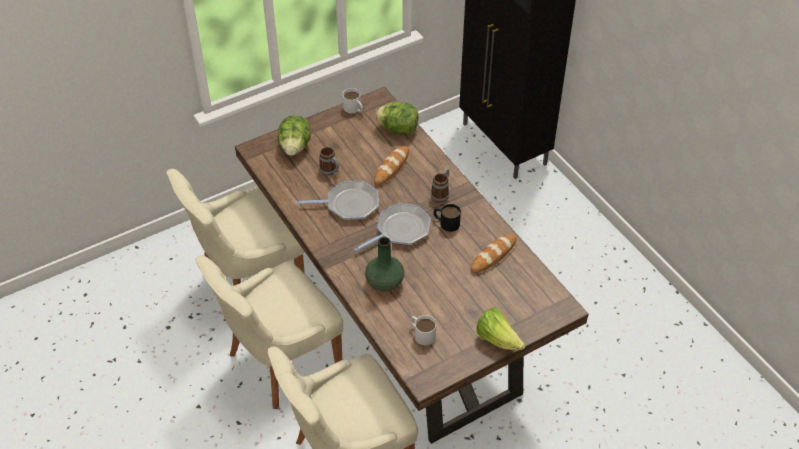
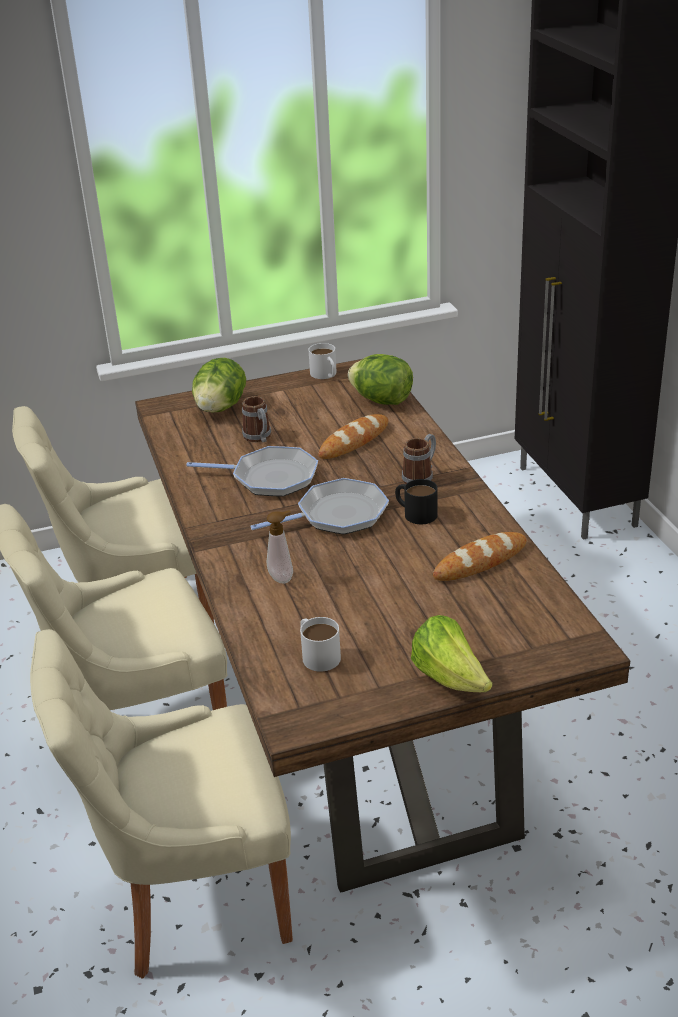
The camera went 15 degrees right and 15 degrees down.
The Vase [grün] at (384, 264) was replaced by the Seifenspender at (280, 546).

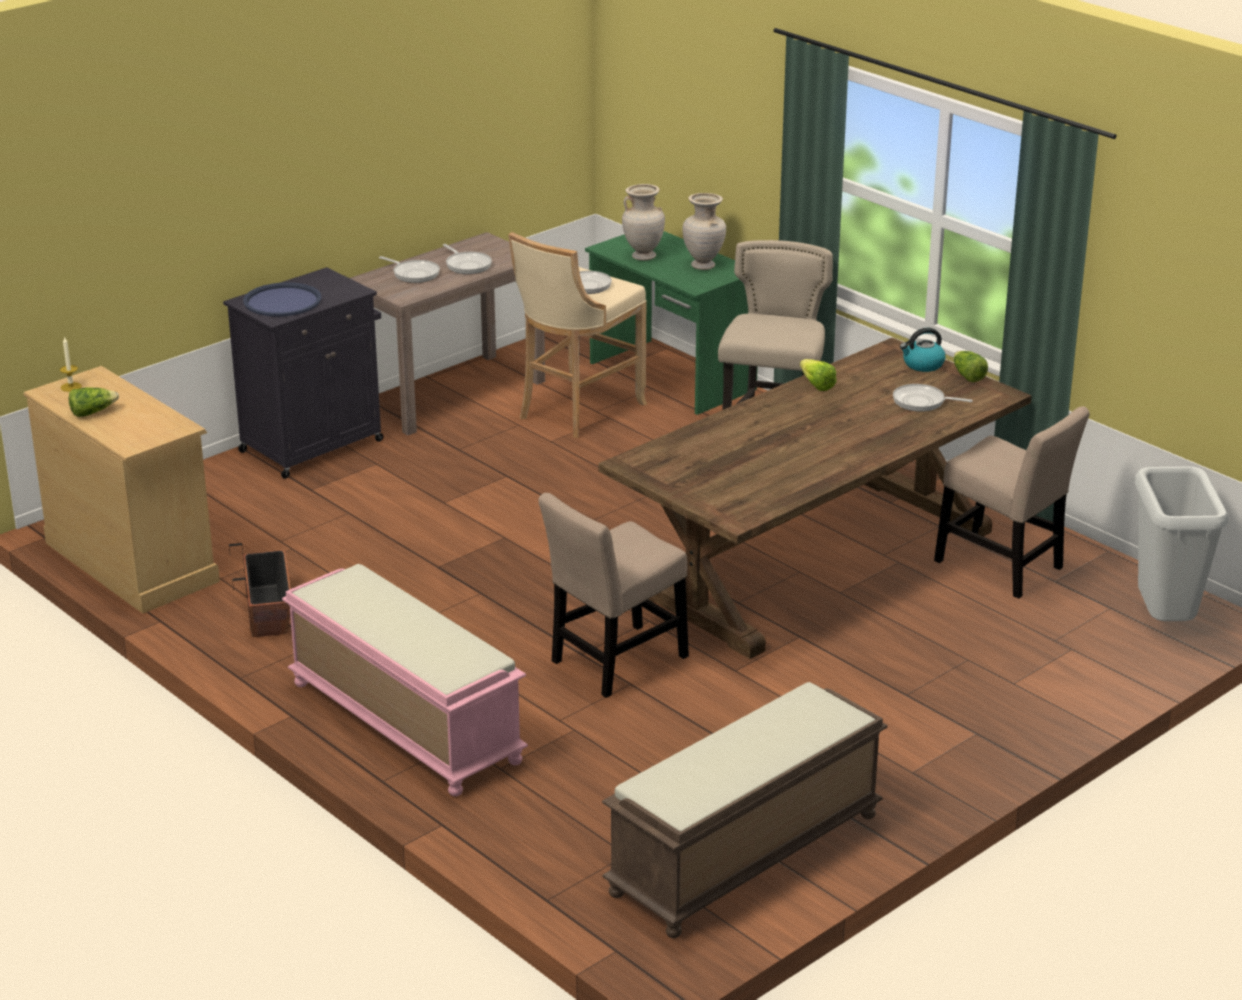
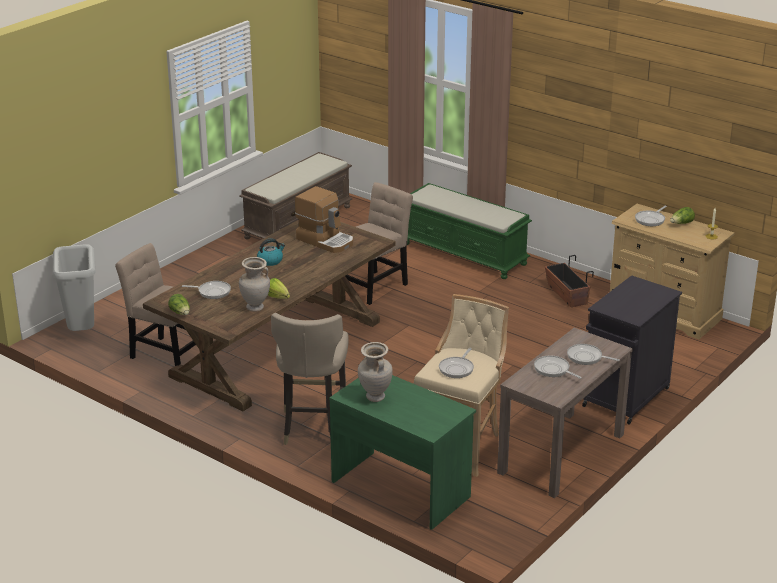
The camera went 170 degrees right and 0 degrees up.
The Vase [beige] moved from (643, 222) to (254, 284).
The Wasserkessel moved from (922, 350) to (271, 252).
The Kaffeemaschine at (324, 219) appeared.
The Bank [rosa] at (405, 680) became the Bank [grün] at (469, 231).
The Pfanne at (651, 216) appeared.
The Tablett [blau] at (282, 299) disappeared.

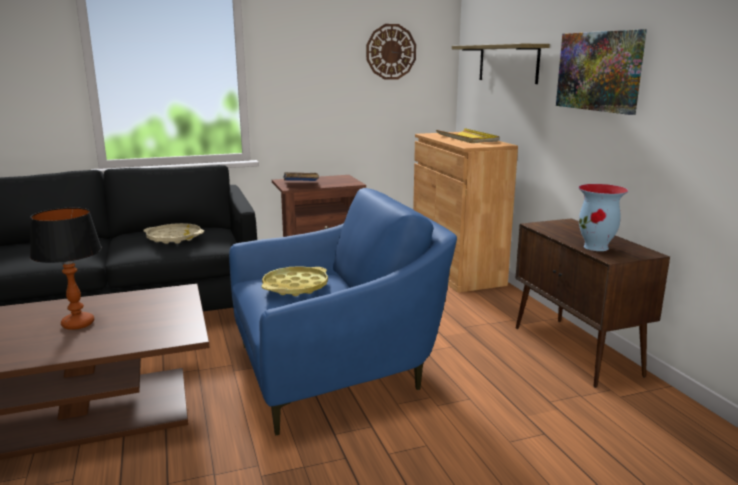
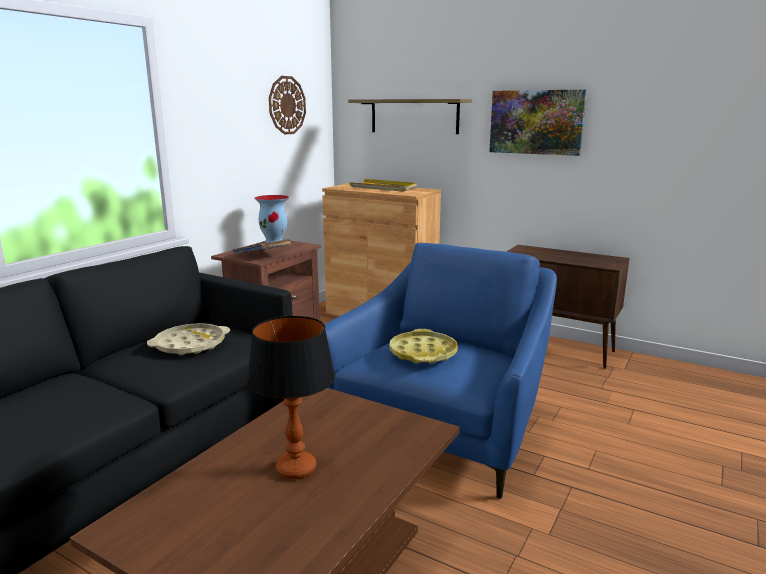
The camera went 40 degrees left and 0 degrees up.
The Vase moved from (603, 217) to (271, 219).

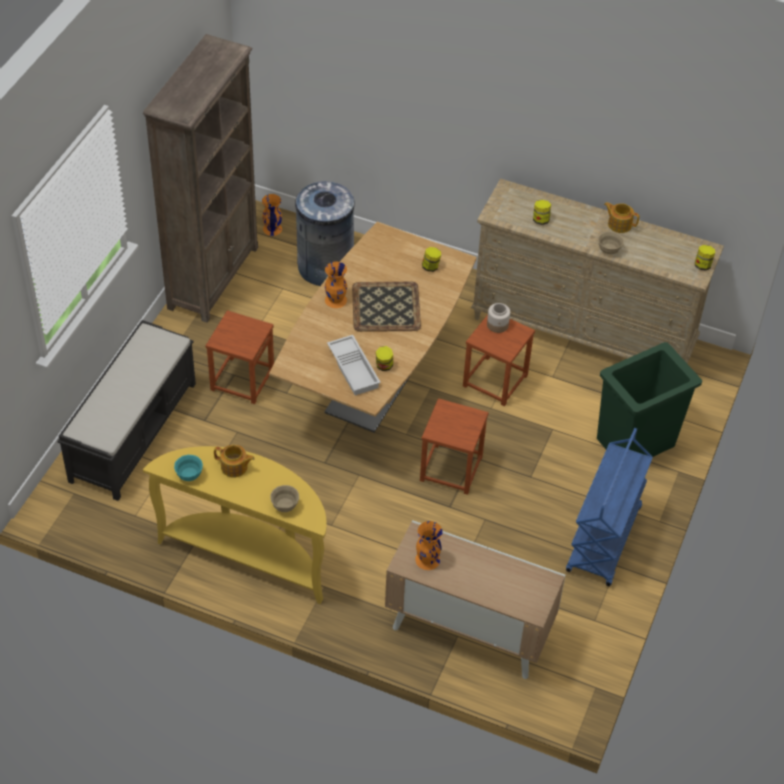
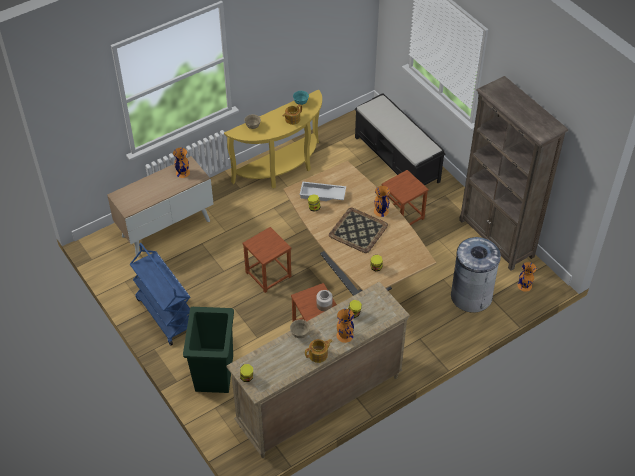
The camera went 125 degrees right and 0 degrees up.
The Vase [orange] at (345, 326) appeared.

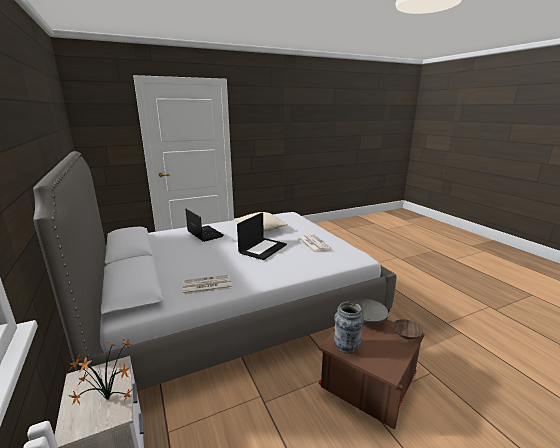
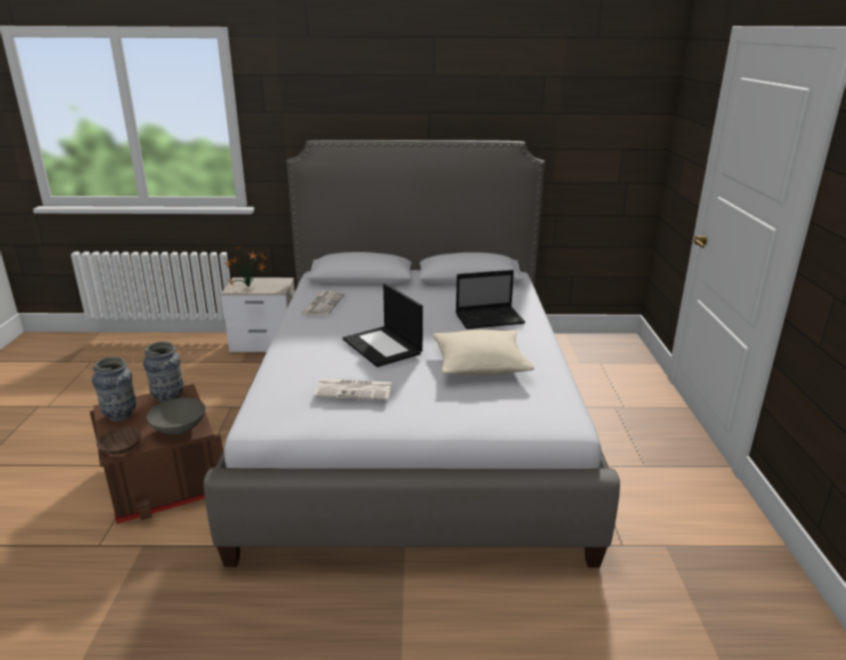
The camera went 115 degrees right and 5 degrees up.
The Vase at (114, 389) appeared.

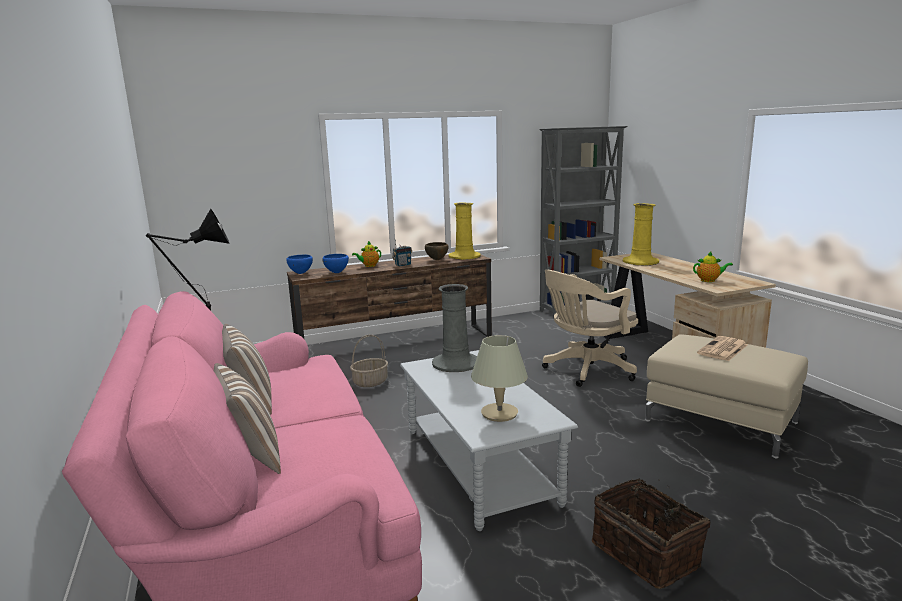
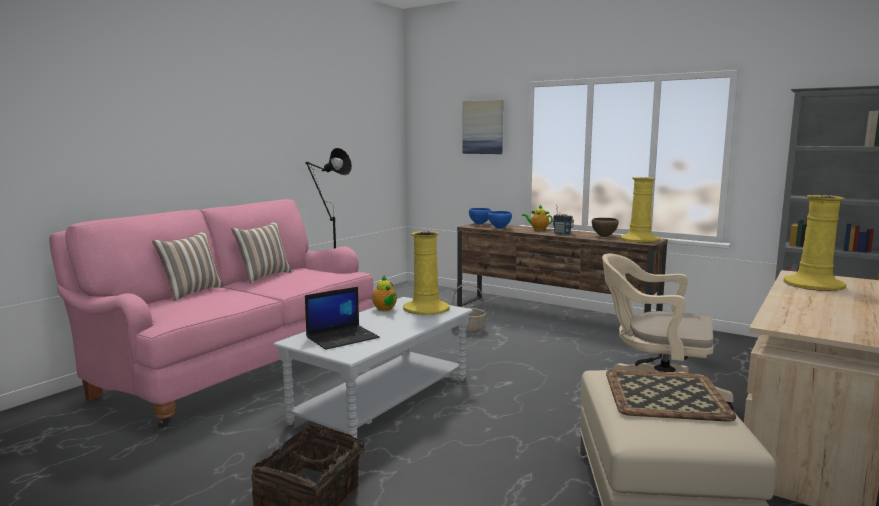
The camera went 55 degrees right and 5 degrees down.
The Tischlampe [beige] at (499, 378) was replaced by the Laptop at (342, 318).
The Teekanne moved from (713, 266) to (384, 293).
The Vase [grau] at (454, 328) became the Vase [gelb] at (426, 273).
The Bild at (482, 127) appeared.
The Zeitung at (722, 348) was replaced by the Tablett at (671, 396).

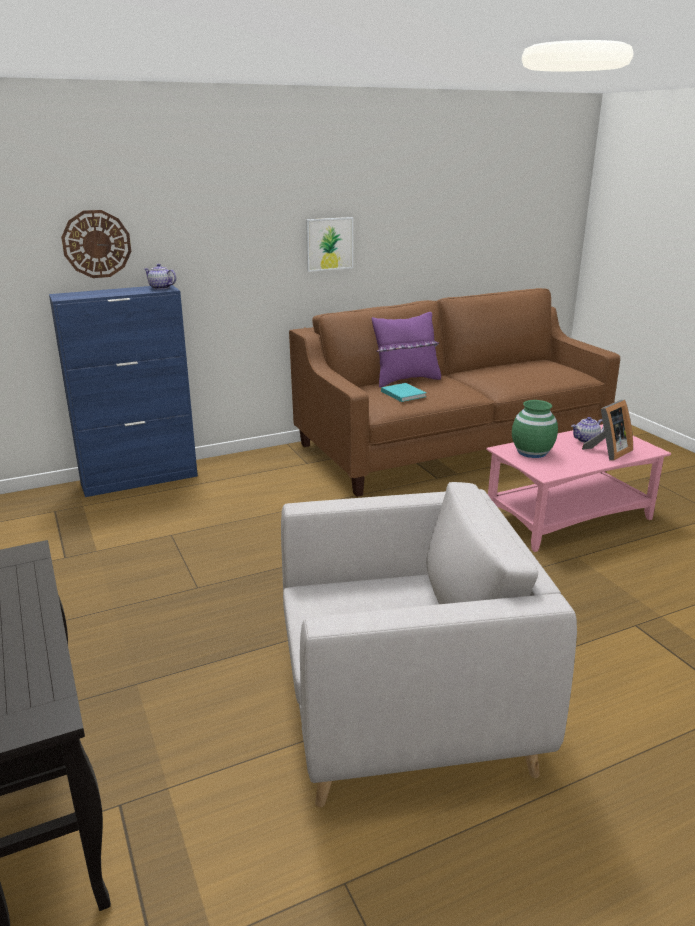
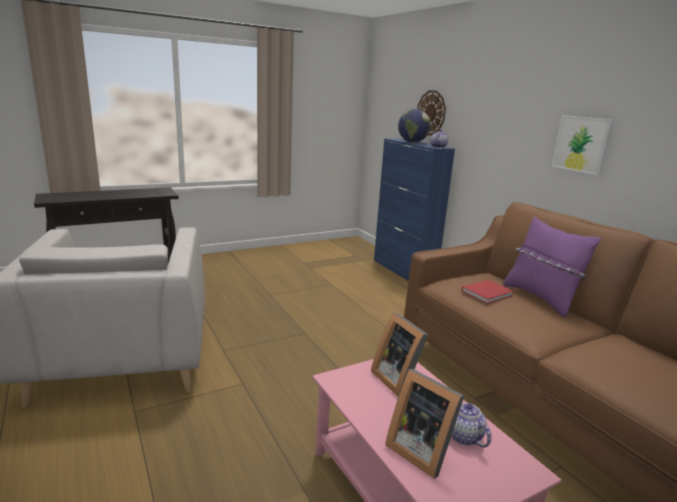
The camera went 85 degrees right and 5 degrees down.
The Vase [grün] at (535, 429) was replaced by the Bilderrahmen at (399, 355).
The Globus at (414, 125) appeared.
The Buch [türkis] at (403, 392) became the Buch [rot] at (487, 292).

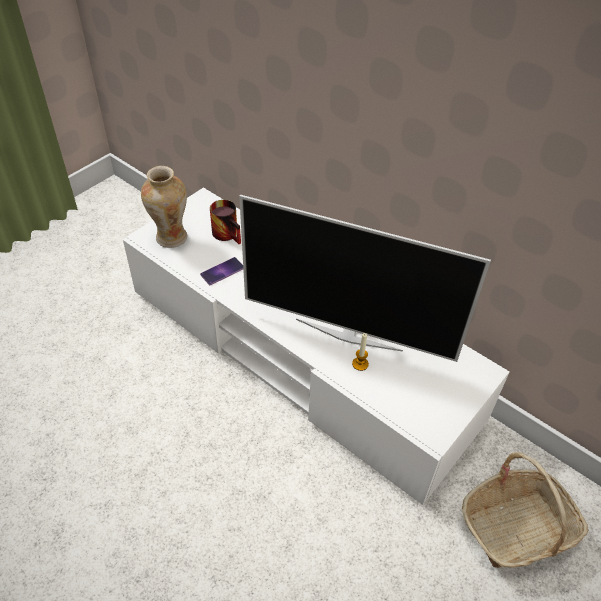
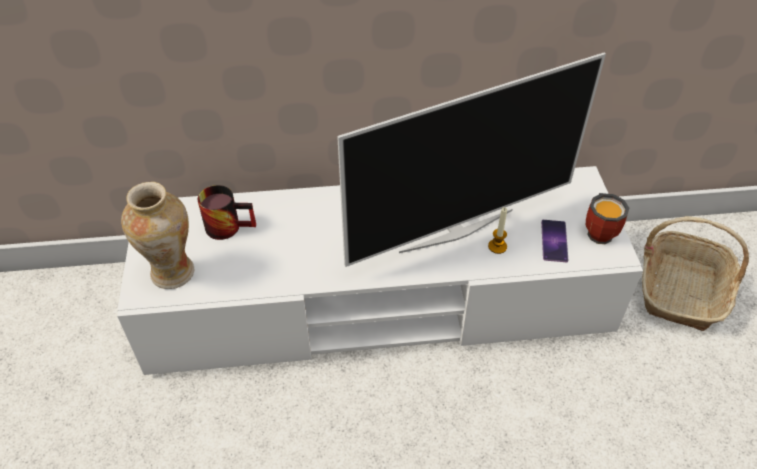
The camera went 45 degrees left and 0 degrees up.
The Handy moved from (221, 271) to (554, 241).
The Henkelbecher at (607, 218) appeared.

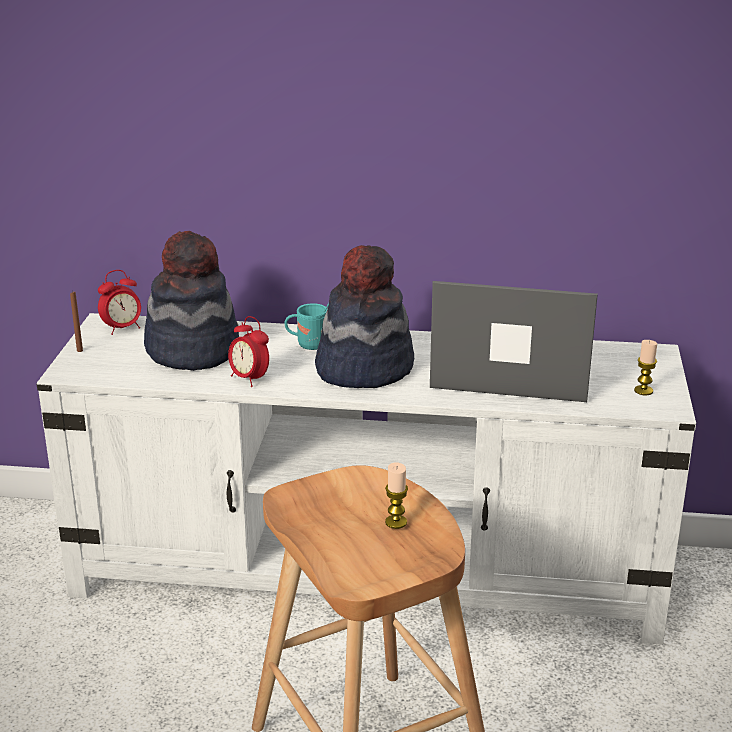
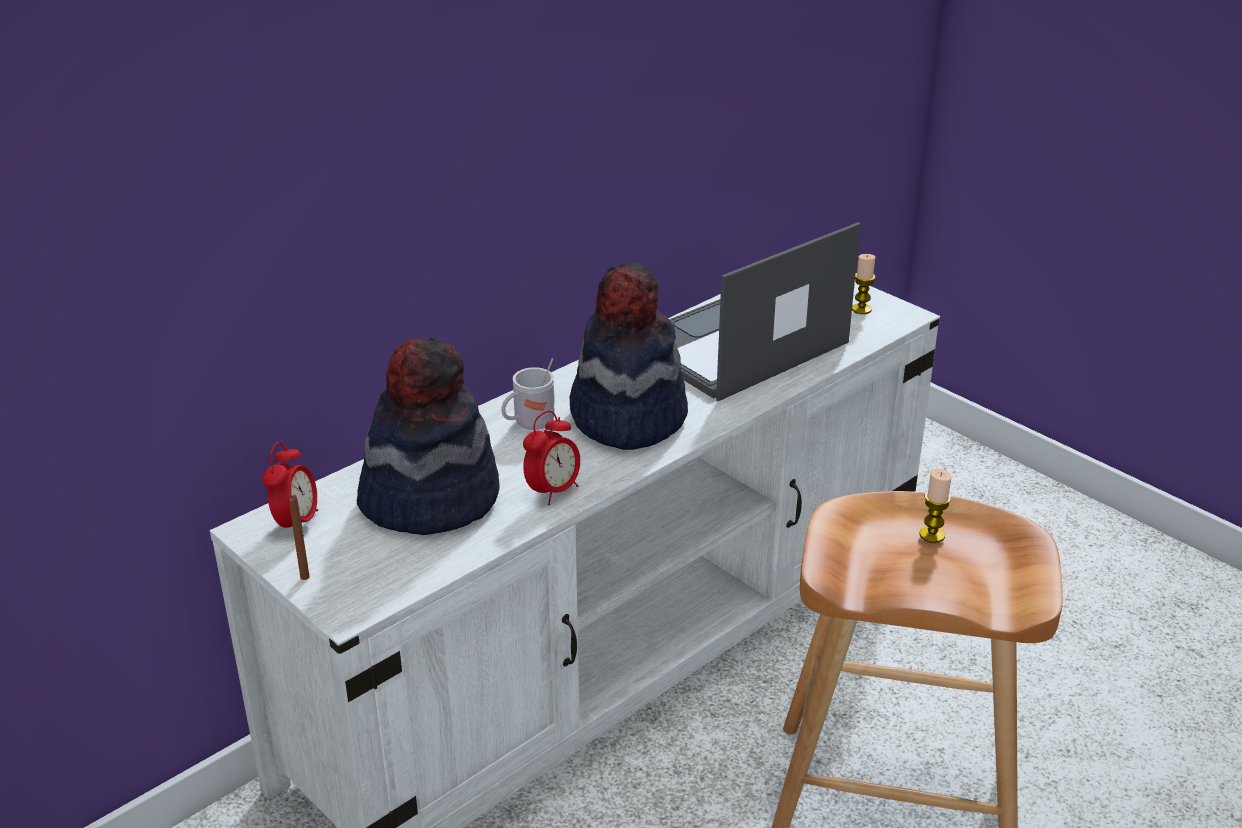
The camera went 50 degrees left and 5 degrees up.
The Henkelbecher [türkis] at (307, 326) became the Henkelbecher [weiß] at (528, 394).
The Wecker at (248, 351) turned 45 degrees counterclockwise.

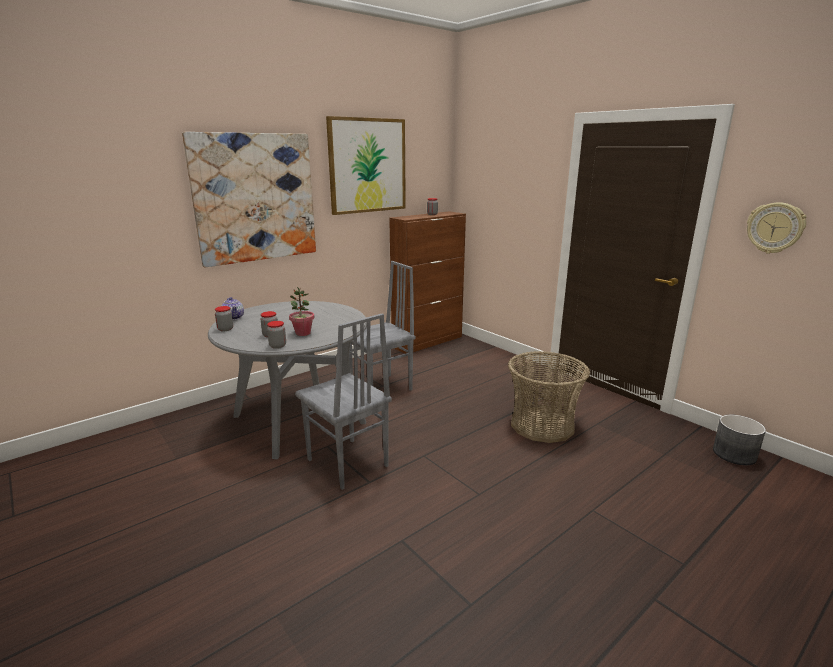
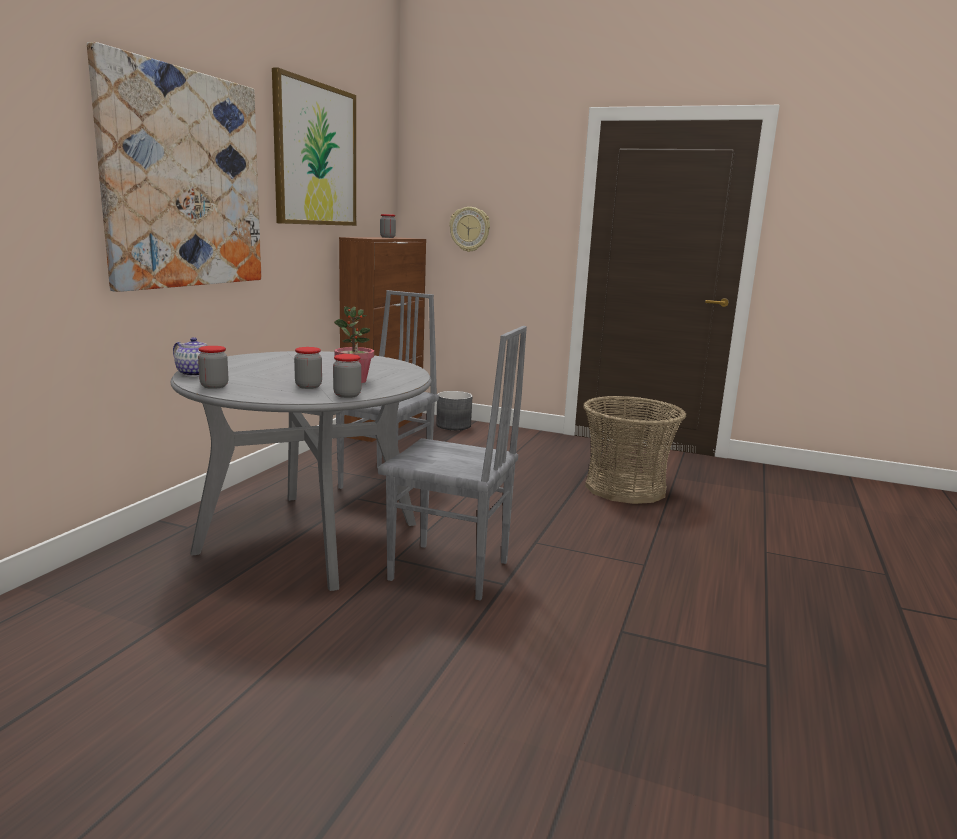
The camera went 30 degrees left and 5 degrees down.
The Pflanzkübel [grau] moved from (739, 440) to (454, 410).
The Wanduhr moved from (776, 228) to (469, 229).

